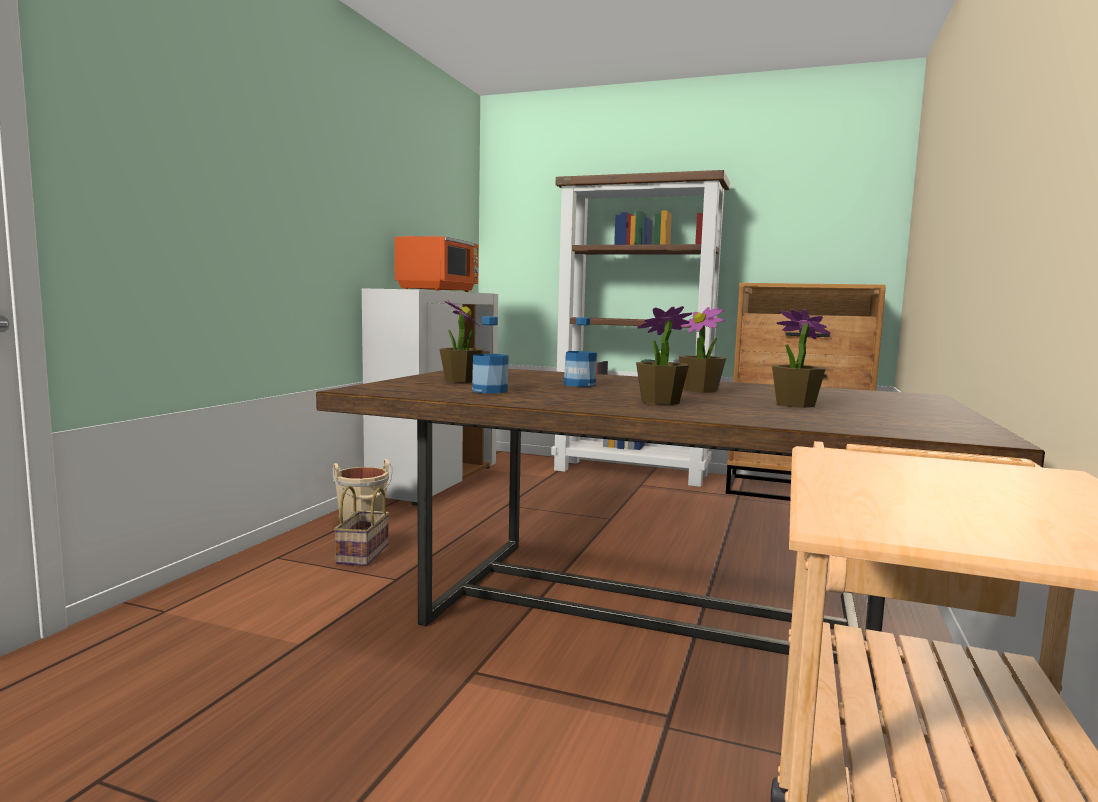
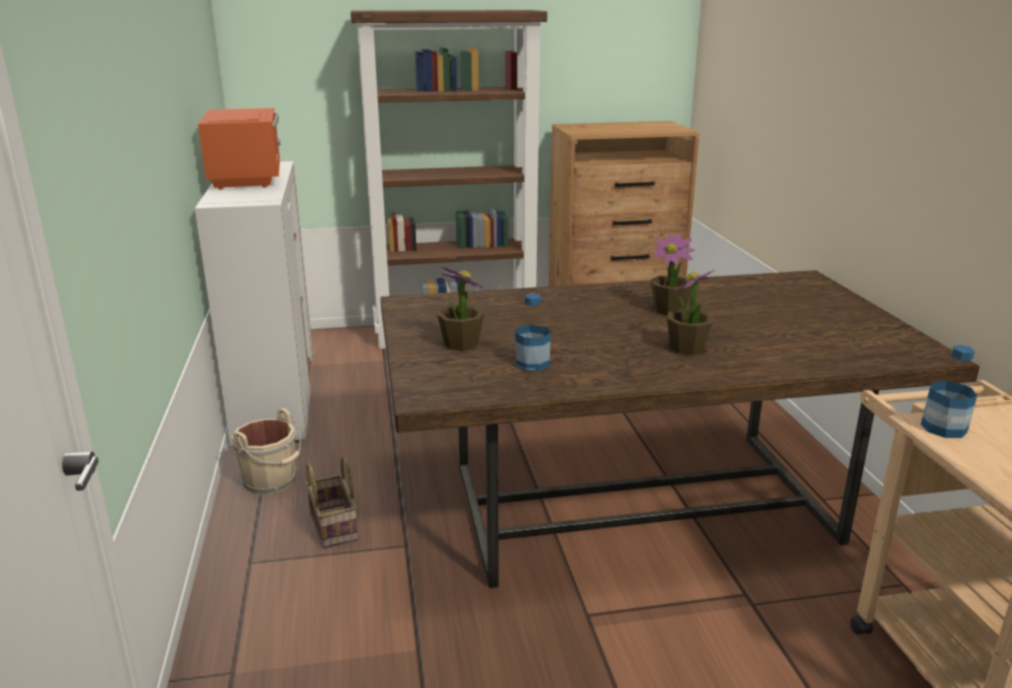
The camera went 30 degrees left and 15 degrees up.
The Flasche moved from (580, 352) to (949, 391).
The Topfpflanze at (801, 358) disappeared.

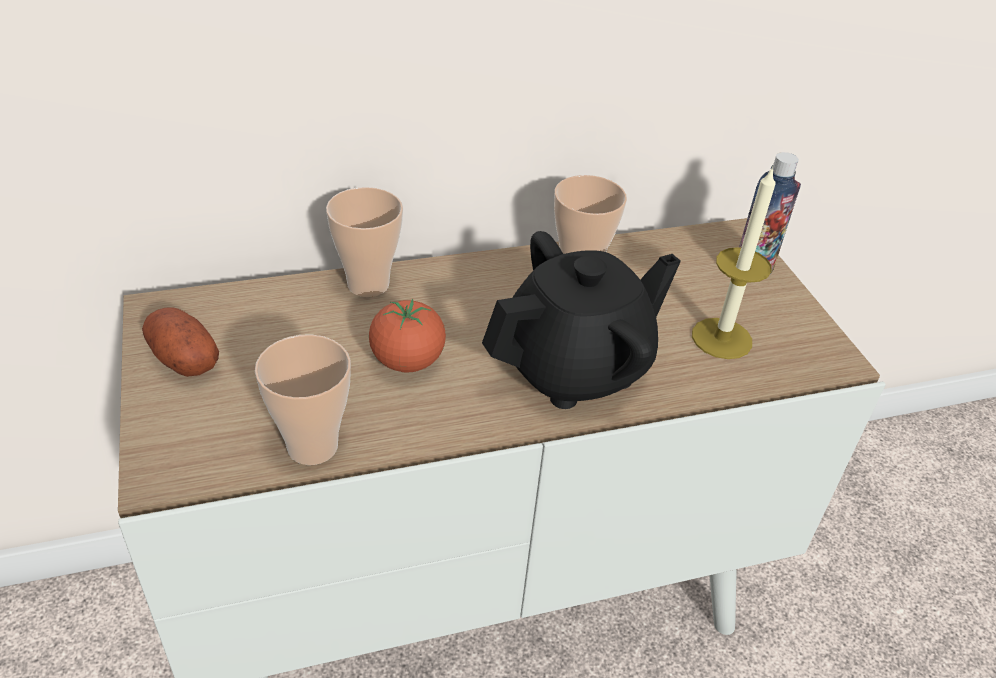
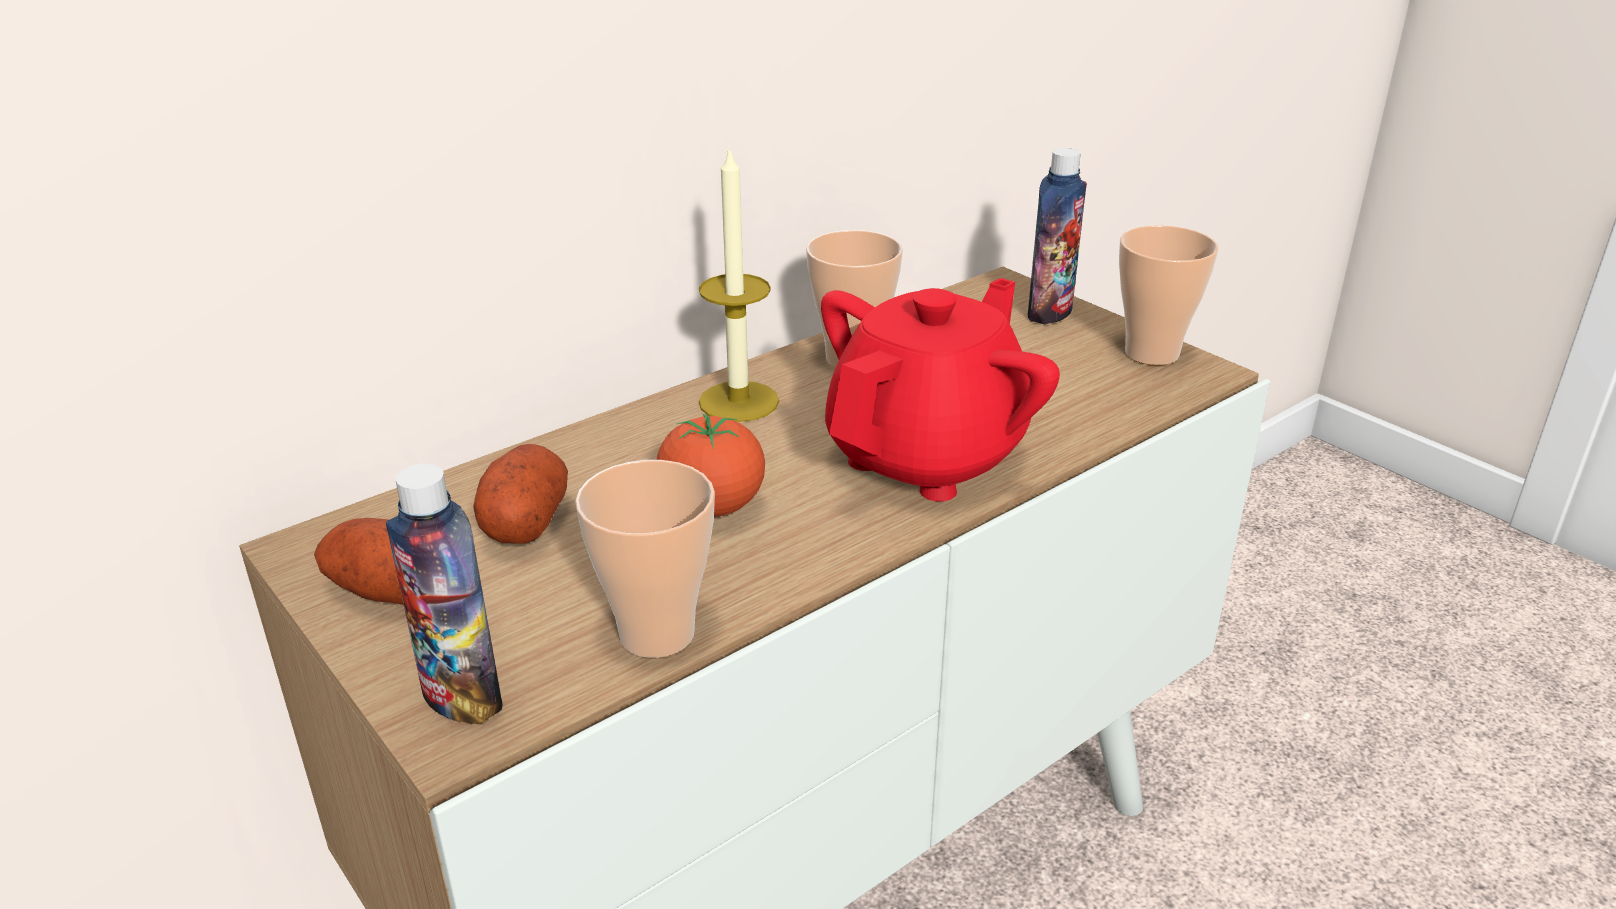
The camera went 20 degrees left and 10 degrees down.
The Flasche at (444, 594) appeared.
The Kartoffel at (520, 494) appeared.
The Kerze moved from (734, 262) to (739, 284).
The Teekanne [schwarz] at (581, 320) became the Teekanne [rot] at (940, 390).
The Tasse moved from (364, 242) to (1169, 295).

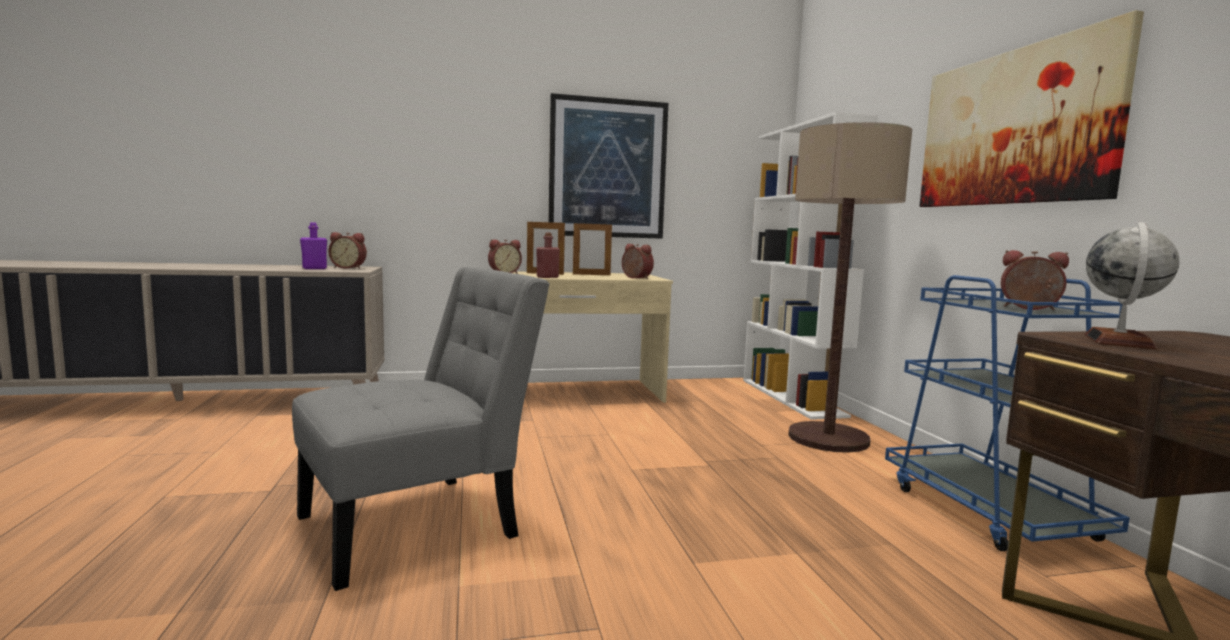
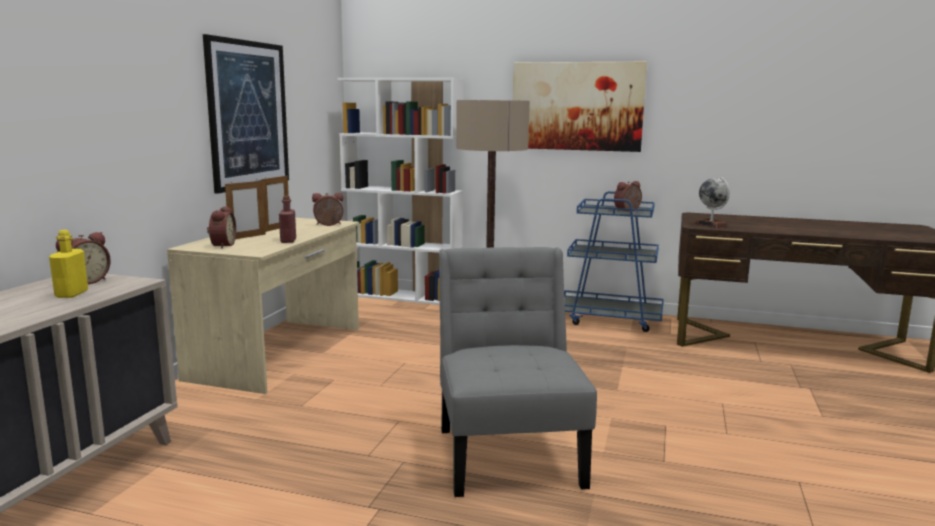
The camera went 60 degrees left and 5 degrees up.
The Flasche [lila] at (313, 245) became the Flasche [gelb] at (68, 264).

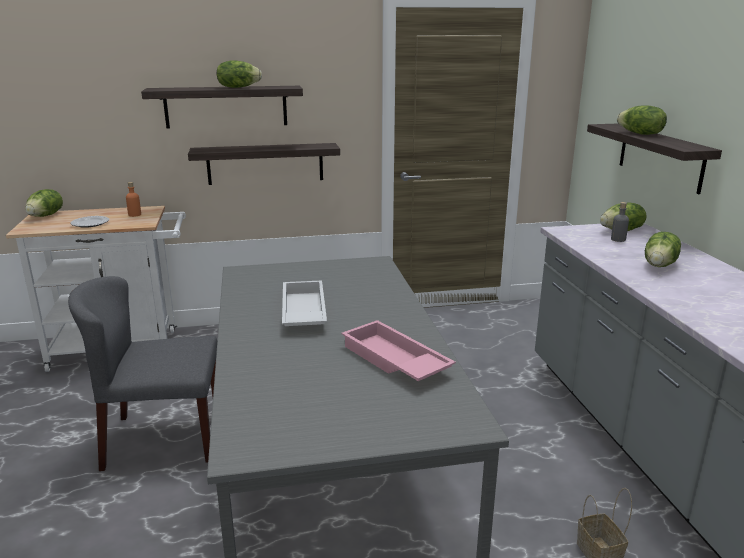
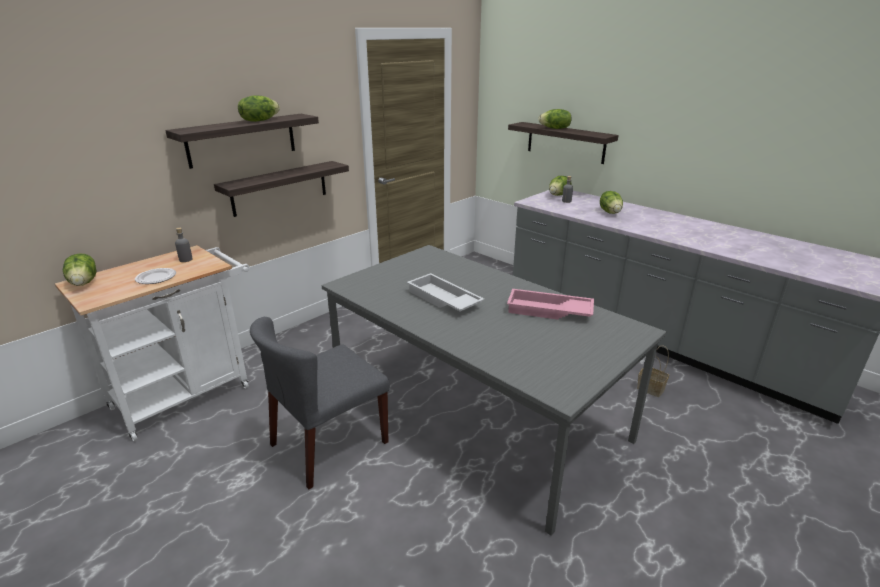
The camera went 35 degrees left and 5 degrees up.
The Flasche [orange] at (133, 199) became the Flasche [grau] at (184, 245).

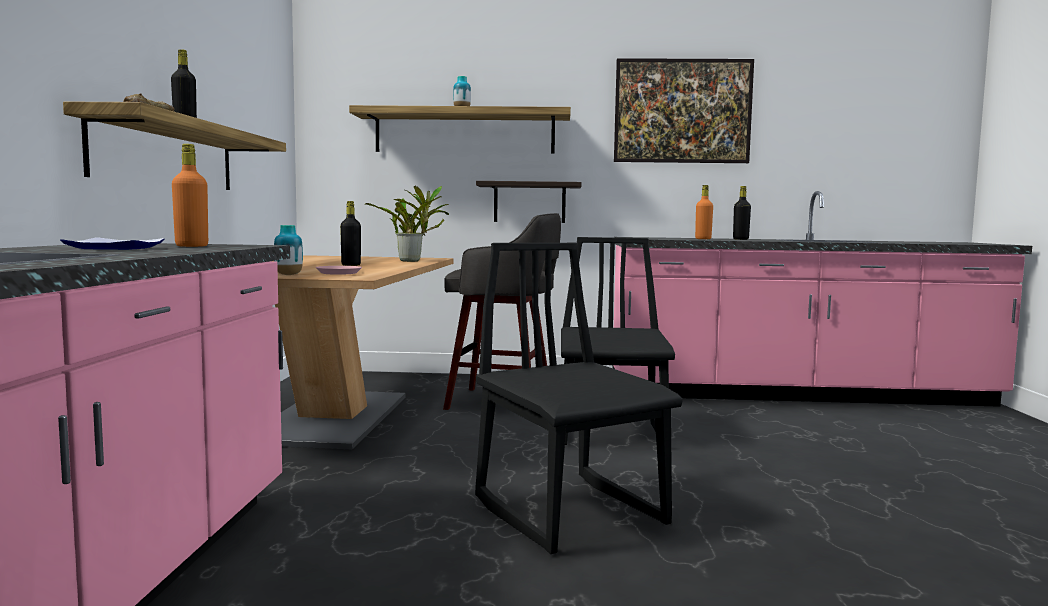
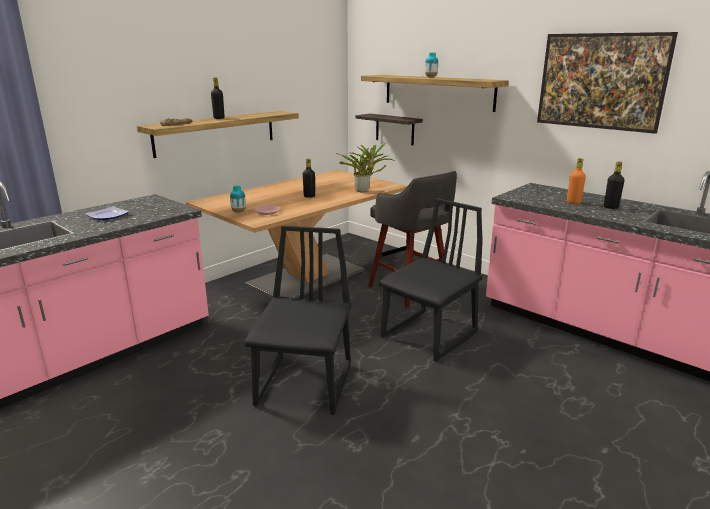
The camera went 40 degrees right and 15 degrees up.
The Wandregal moved from (528, 202) to (389, 129).
The Flasche [orange] at (190, 195) disappeared.

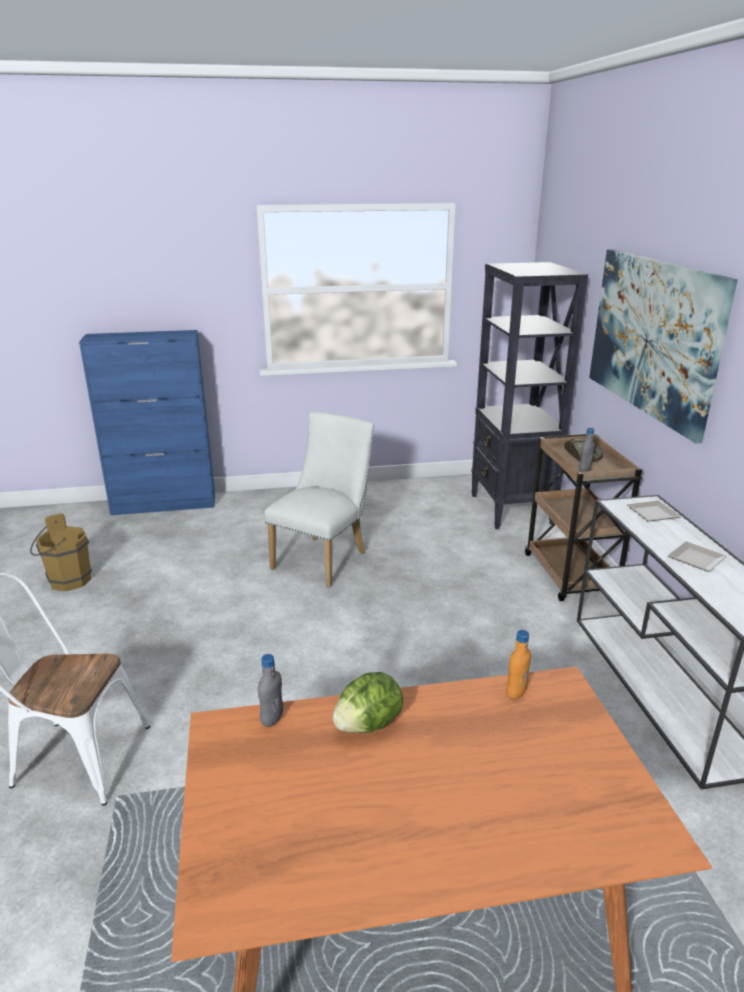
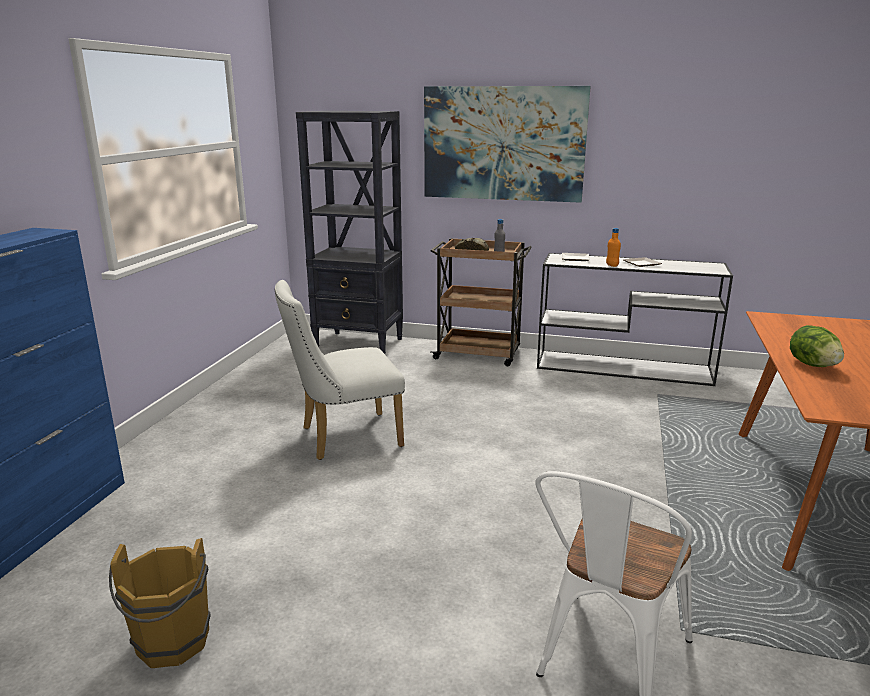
The camera went 65 degrees left and 5 degrees down.
The Stuhl [weiß] at (319, 499) turned 75 degrees counterclockwise.
The Flasche [orange] moved from (518, 664) to (613, 247).
The Flasche [grau] at (271, 690) disappeared.

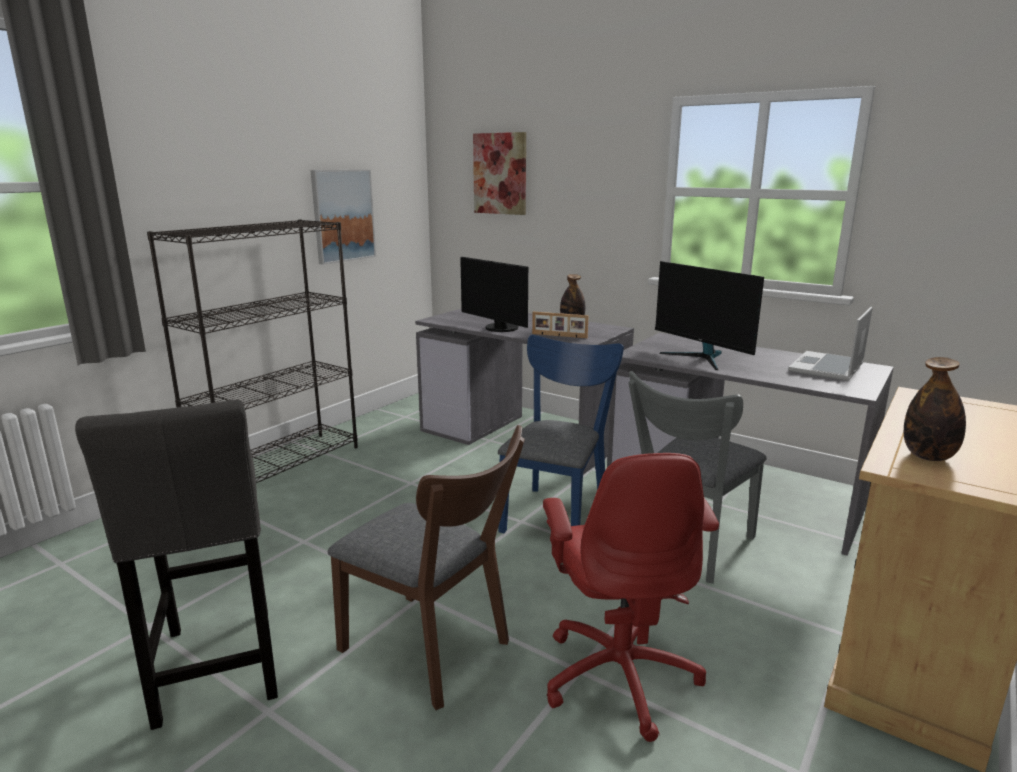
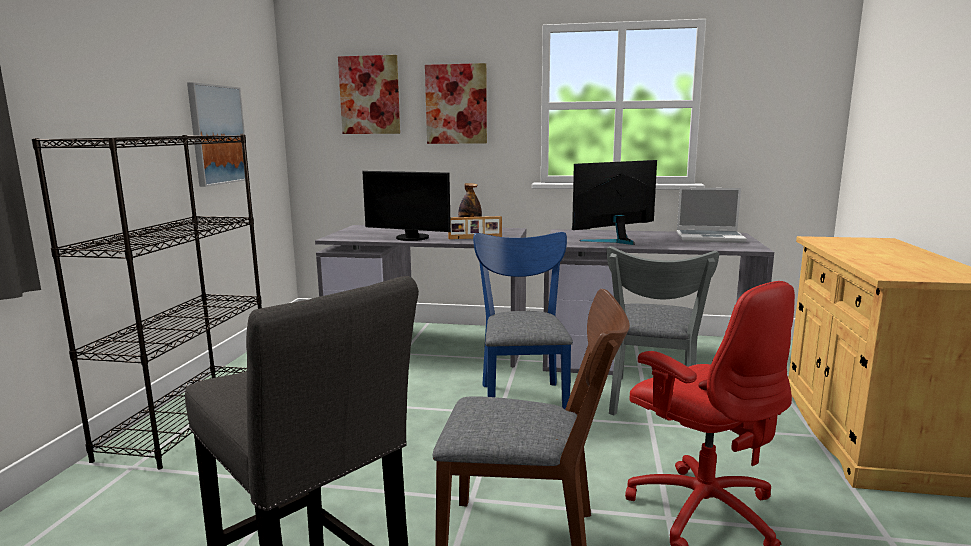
The camera went 25 degrees left and 5 degrees down.
The Bild at (456, 103) appeared.
The Monitor at (709, 315) turned 120 degrees clockwise.
The Laptop at (830, 344) turned 90 degrees counterclockwise.
The Flasche at (935, 409) disappeared.

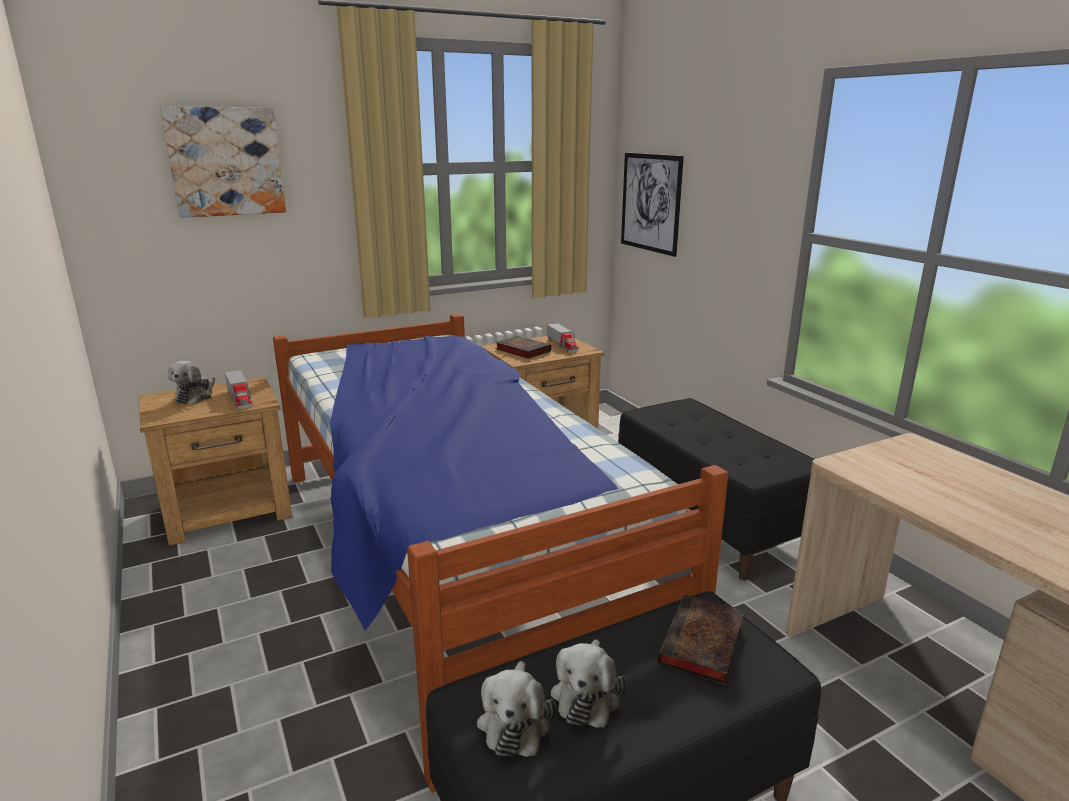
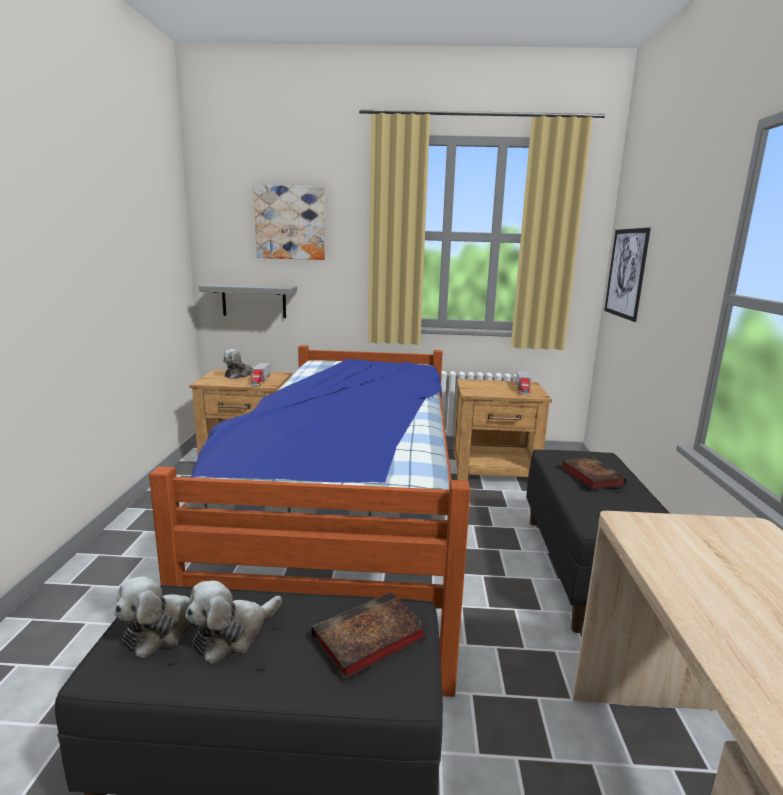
The camera went 30 degrees right and 5 degrees down.
The Wandregal [grau] at (248, 301) appeared.
The Buch moved from (523, 347) to (594, 473).

